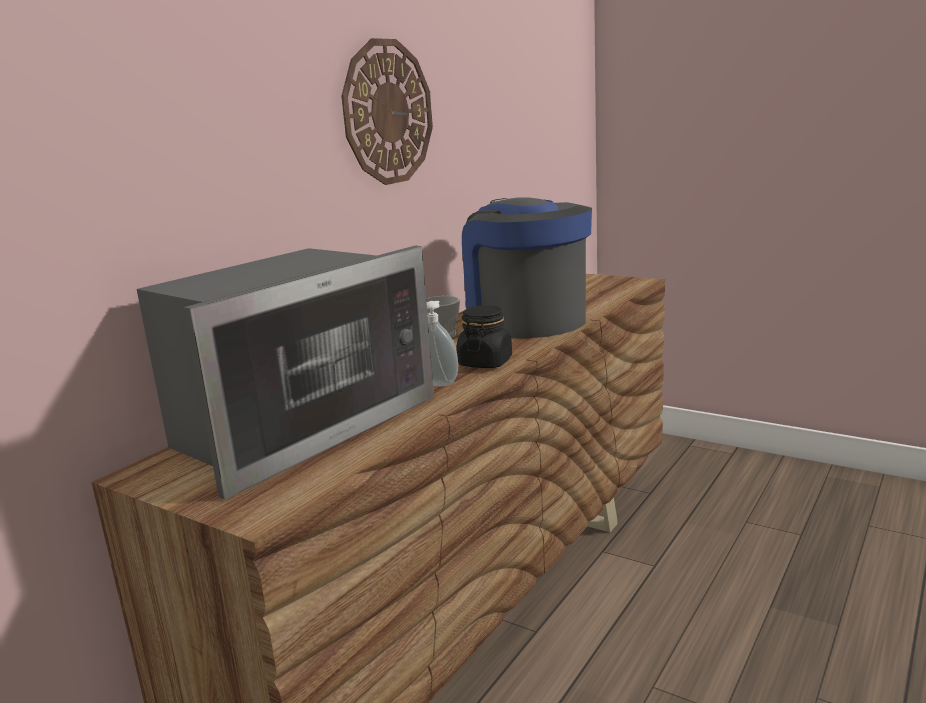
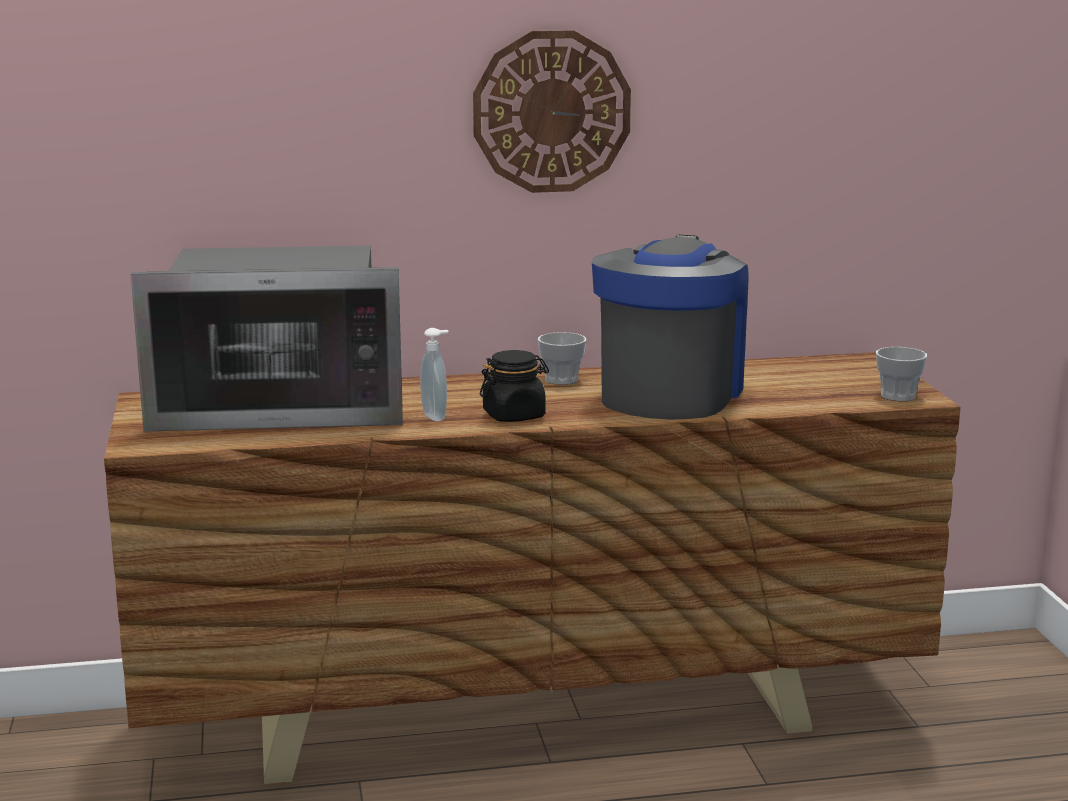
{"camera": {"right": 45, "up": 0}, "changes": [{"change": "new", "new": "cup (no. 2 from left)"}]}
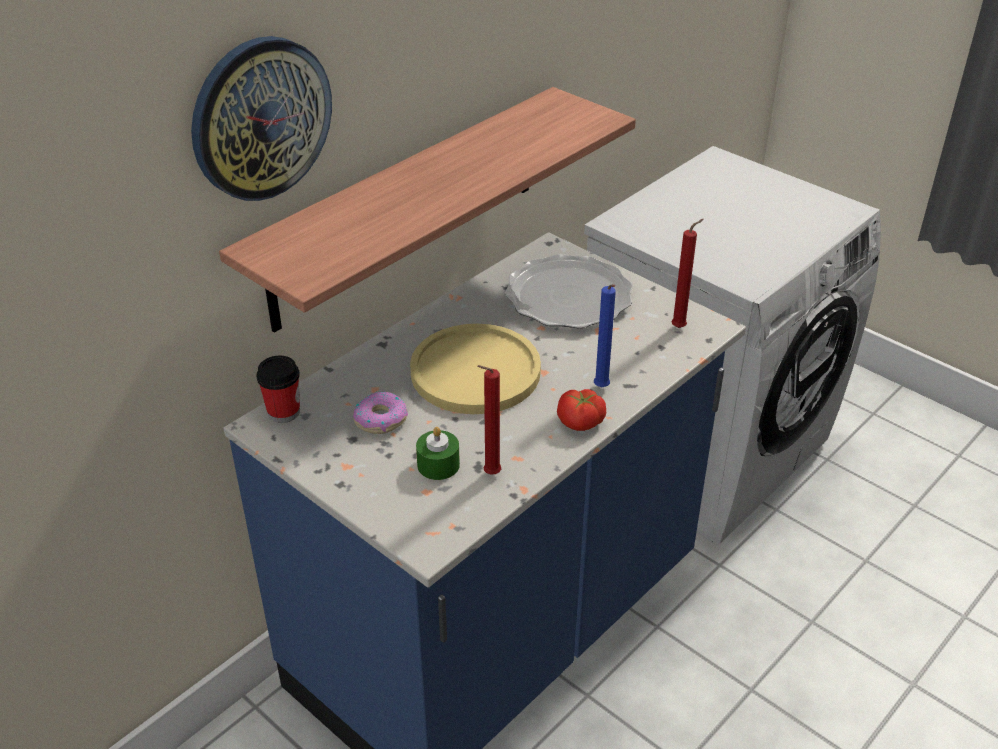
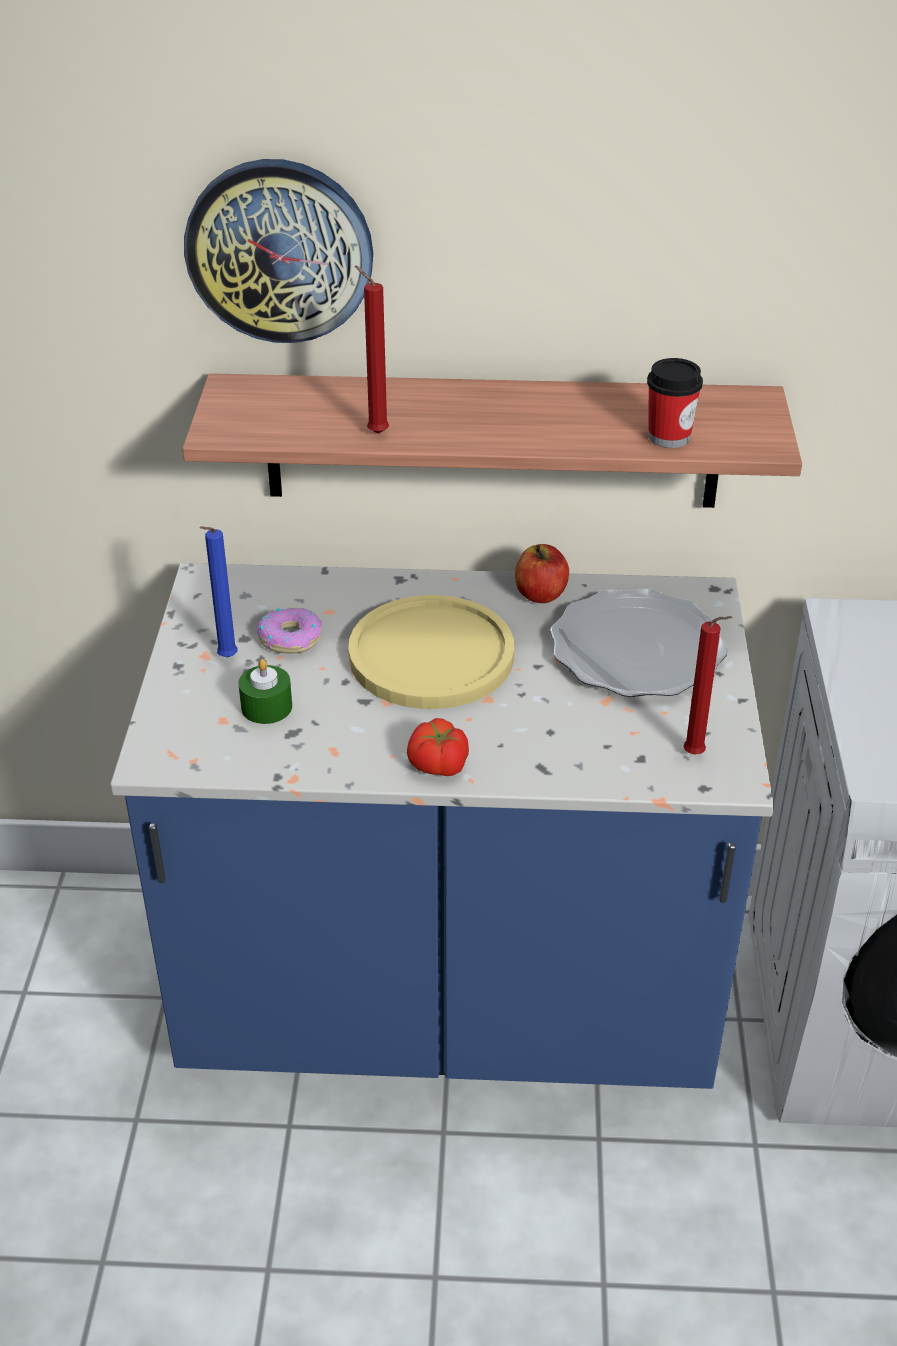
{"camera": {"right": 50, "up": 0}, "changes": [{"change": "new", "new": "apple"}, {"change": "shifted", "old": "cup"}, {"change": "shifted", "old": "red candle (no. 1 from left)"}, {"change": "shifted", "old": "blue candle"}]}
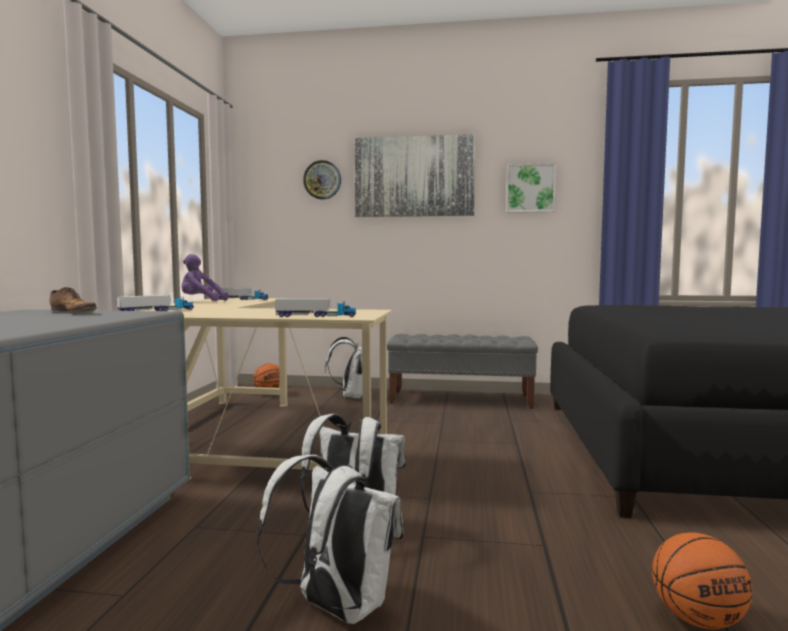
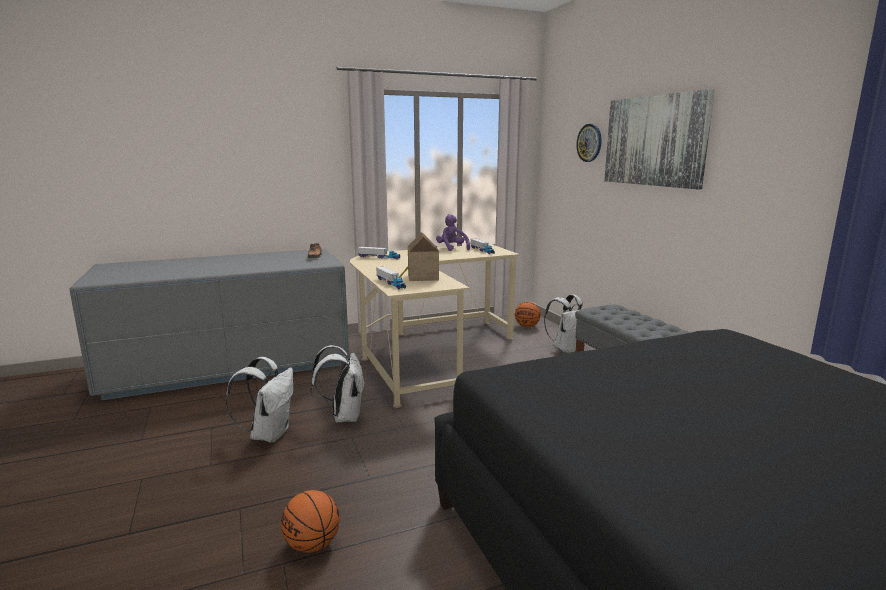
{"camera": {"right": 60, "up": 10}, "changes": [{"change": "gone", "old": "picture (no. 2 from left)"}, {"change": "new", "new": "toy house"}]}
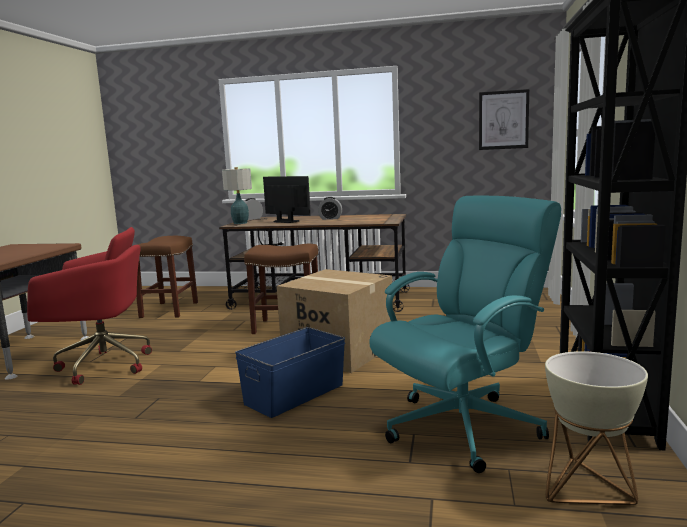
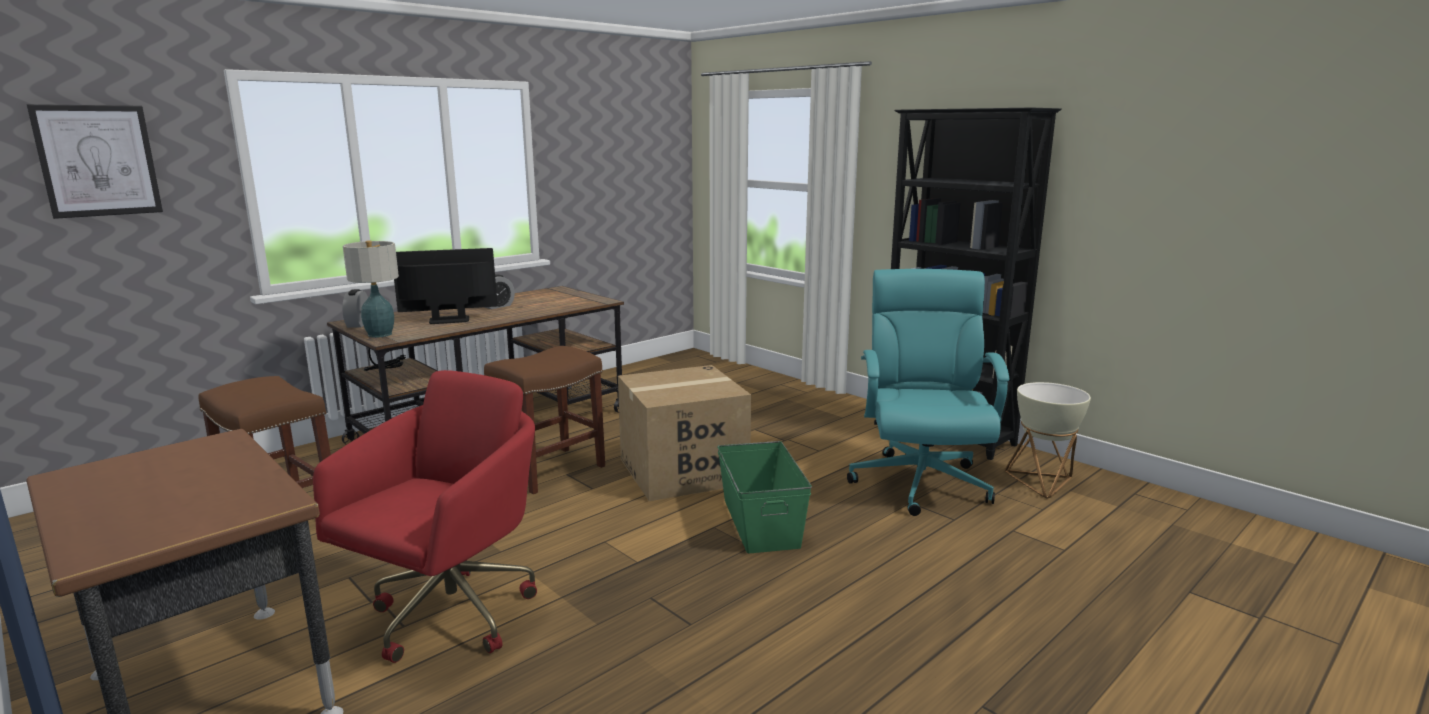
{"camera": {"right": -55, "up": 5}, "changes": [{"change": "shifted", "old": "picture"}, {"change": "repainted", "old": "blue storage box", "new": "green storage box"}]}
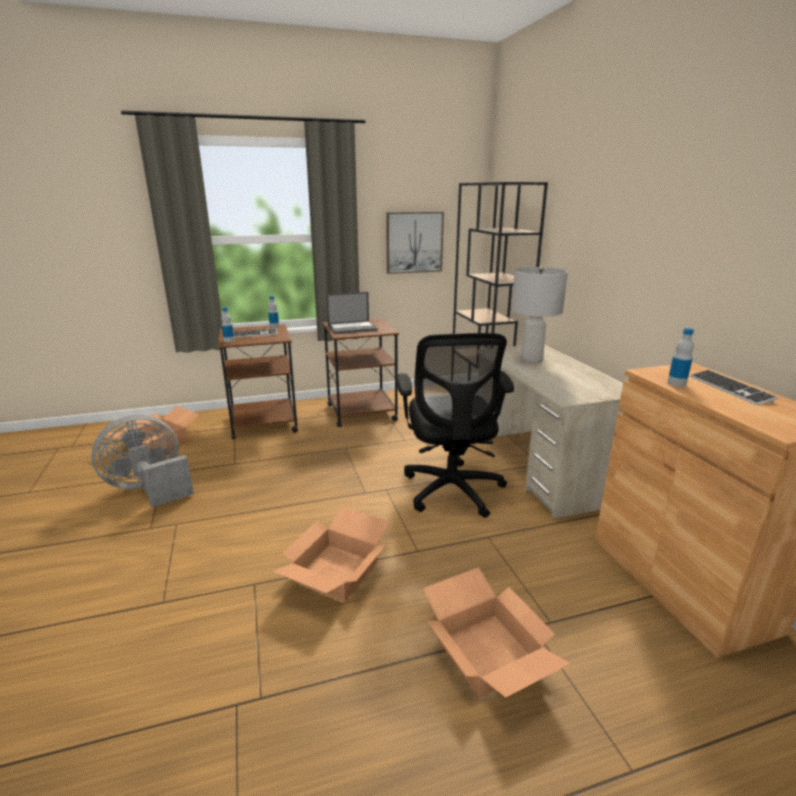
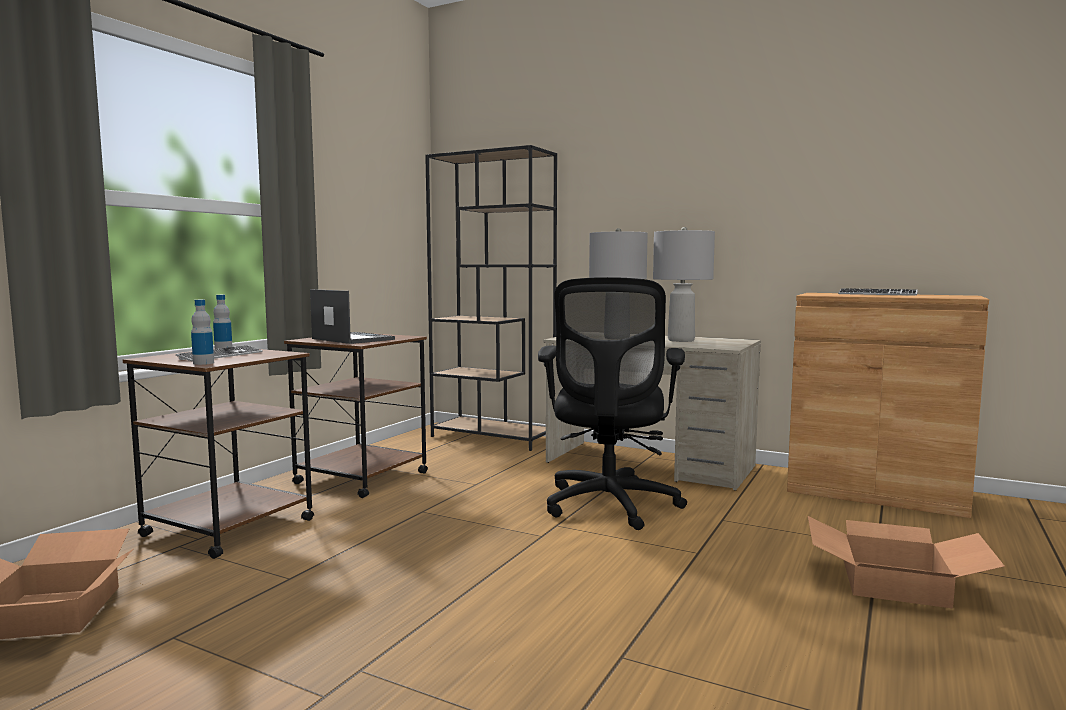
{"camera": {"right": -45, "up": -15}, "changes": [{"change": "gone", "old": "grey fan"}, {"change": "gone", "old": "cardboard box (no. 2 from left)"}, {"change": "gone", "old": "picture"}, {"change": "gone", "old": "bottle (no. 3 from left)"}, {"change": "new", "new": "grey table lamp (no. 2 from left)"}, {"change": "rotated", "old": "laptop", "degrees": -75}, {"change": "rotated", "old": "black office chair", "degrees": 60}]}
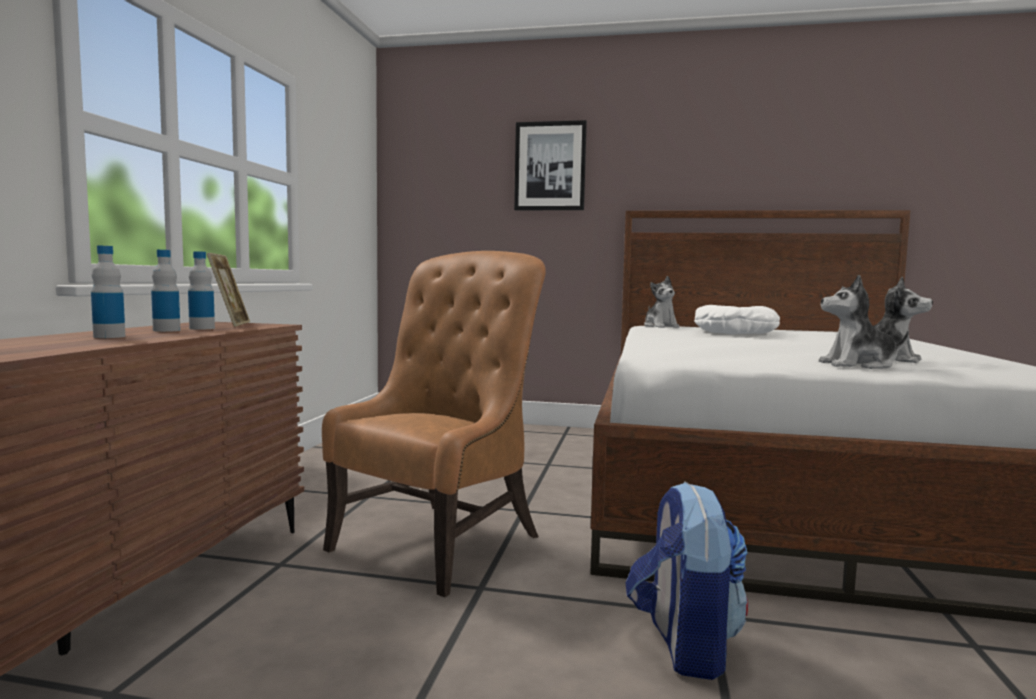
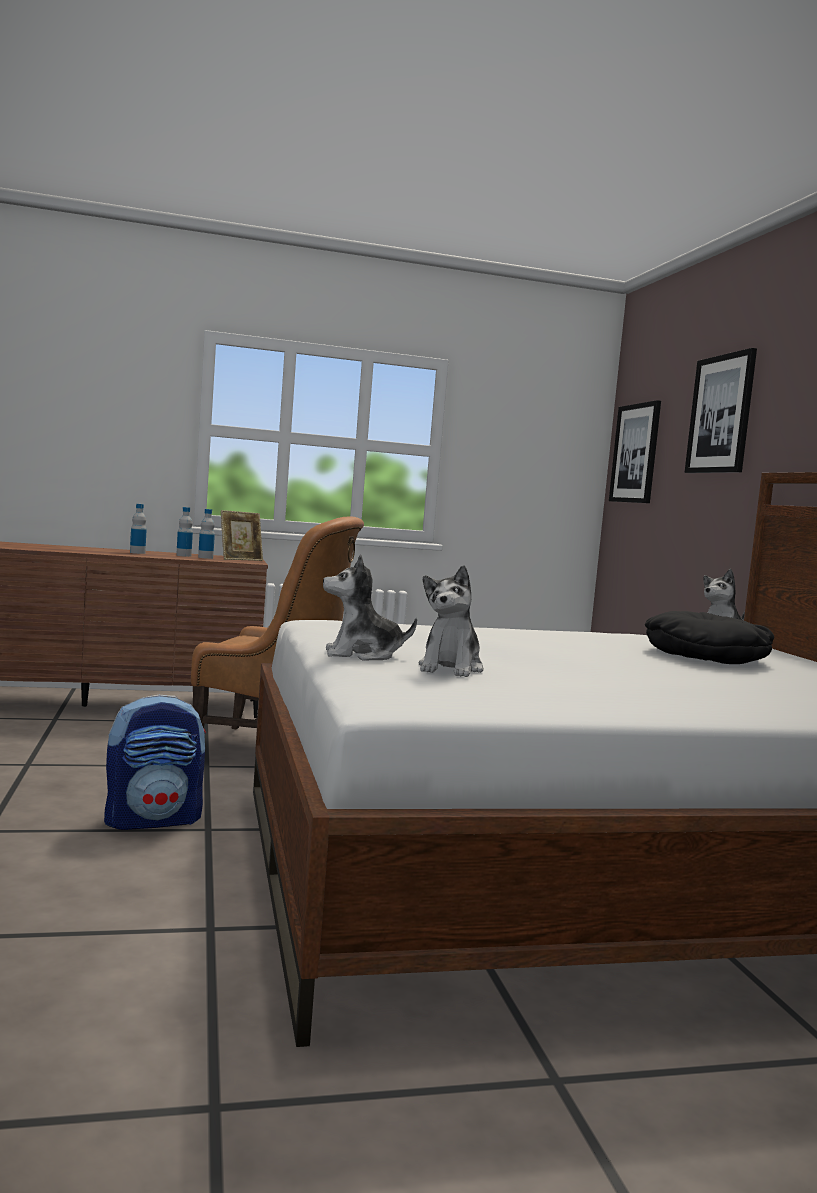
{"camera": {"right": 65, "up": 0}, "changes": [{"change": "new", "new": "picture (no. 1 from left)"}, {"change": "repainted", "old": "white pillow", "new": "black pillow"}, {"change": "rotated", "old": "plush toy (no. 2 from left in the first image)", "degrees": -75}]}
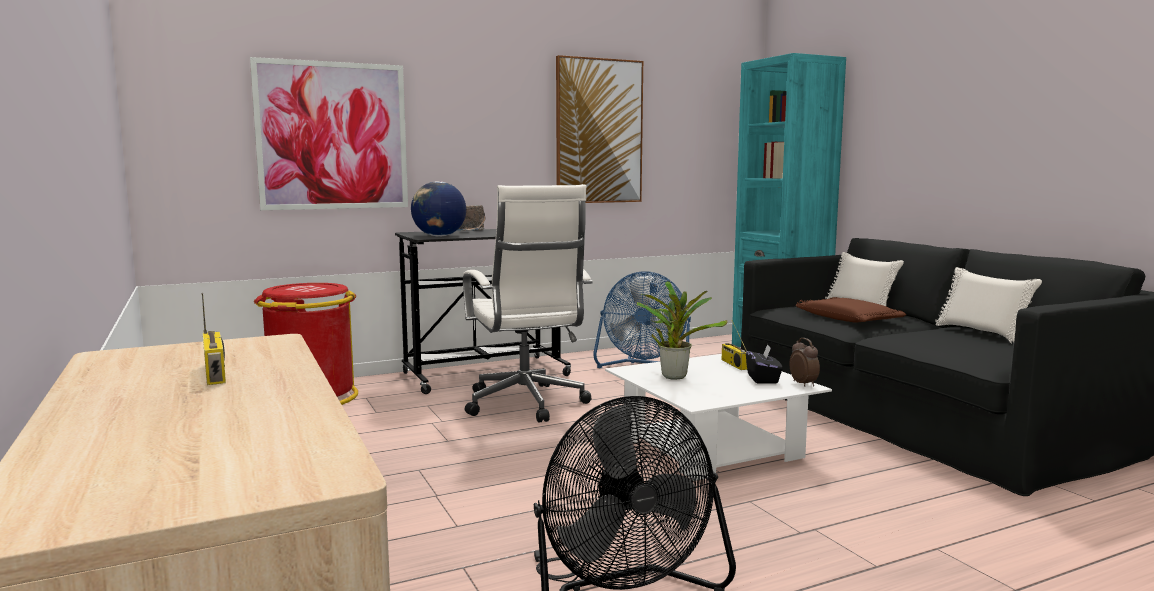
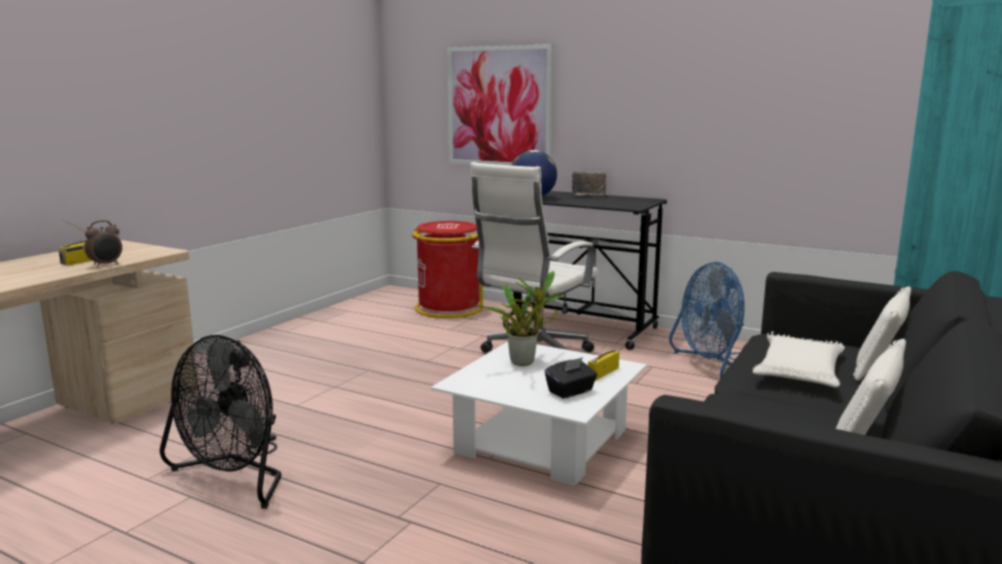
{"camera": {"right": 55, "up": 5}, "changes": [{"change": "gone", "old": "picture (no. 2 from left)"}, {"change": "shifted", "old": "alarm clock"}, {"change": "repainted", "old": "brown pillow", "new": "white pillow (no. 1 from left)"}]}
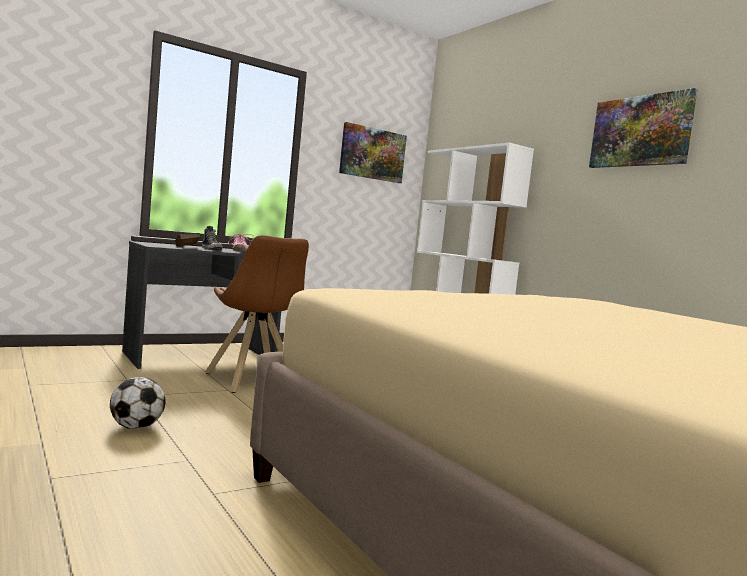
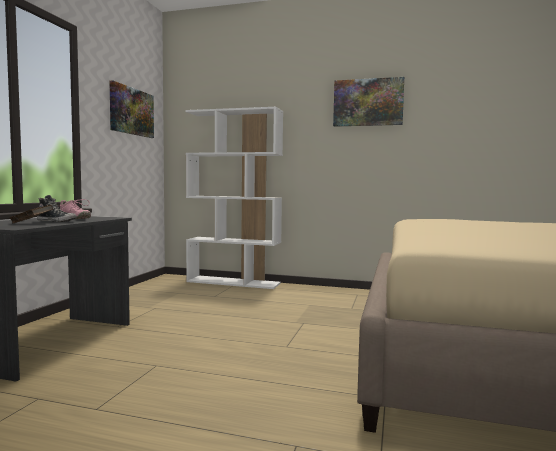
{"camera": {"right": -40, "up": 0}, "changes": [{"change": "gone", "old": "football"}, {"change": "gone", "old": "brown chair"}]}
